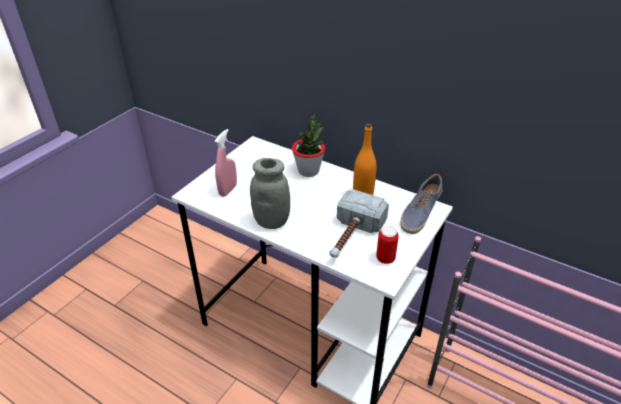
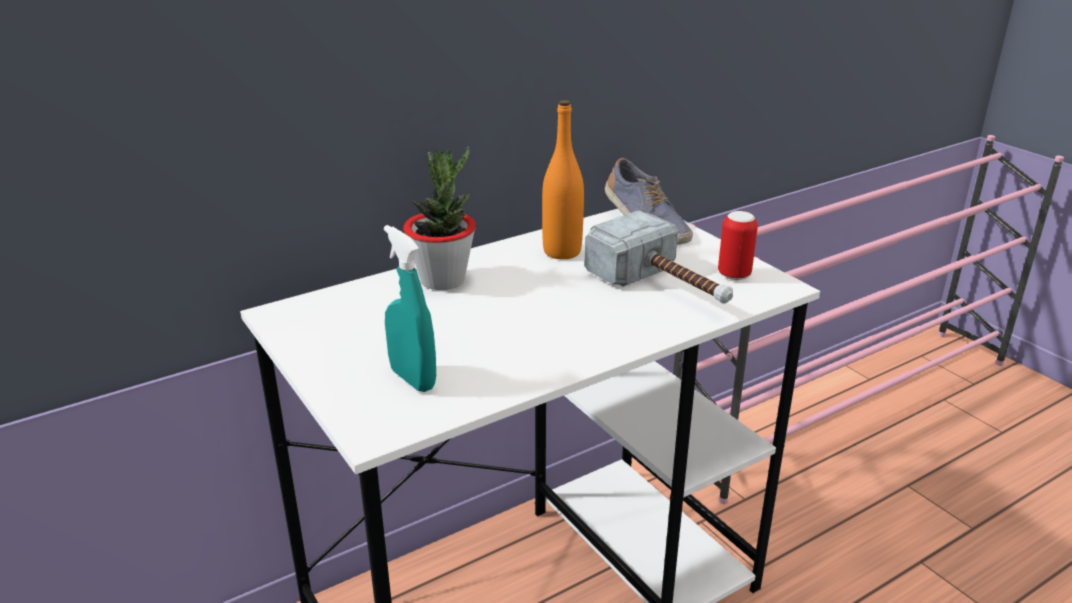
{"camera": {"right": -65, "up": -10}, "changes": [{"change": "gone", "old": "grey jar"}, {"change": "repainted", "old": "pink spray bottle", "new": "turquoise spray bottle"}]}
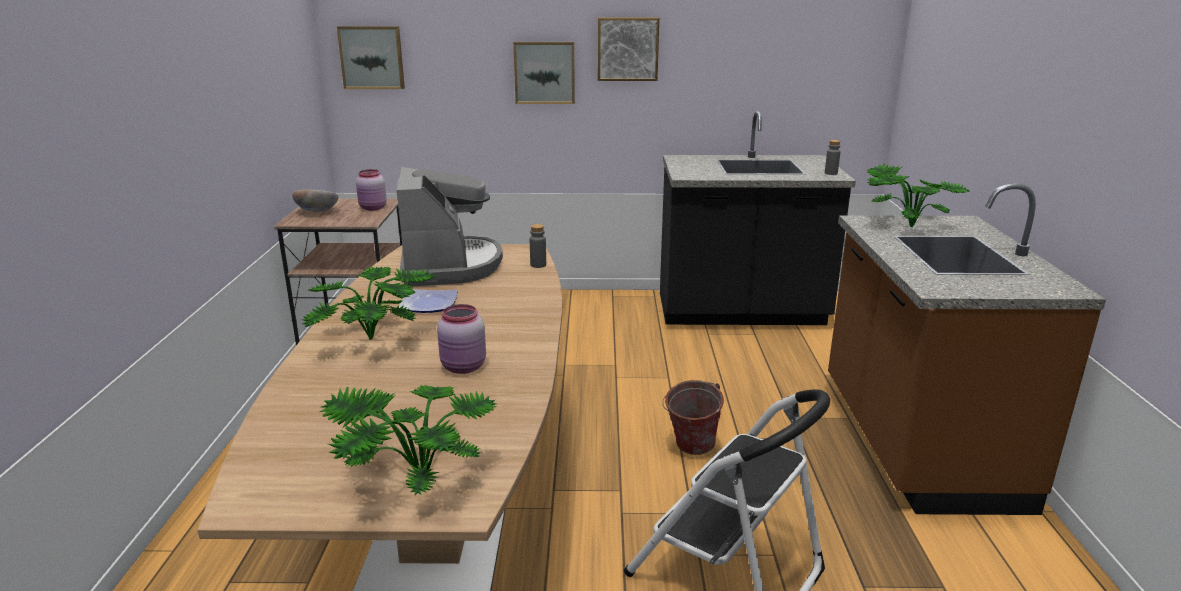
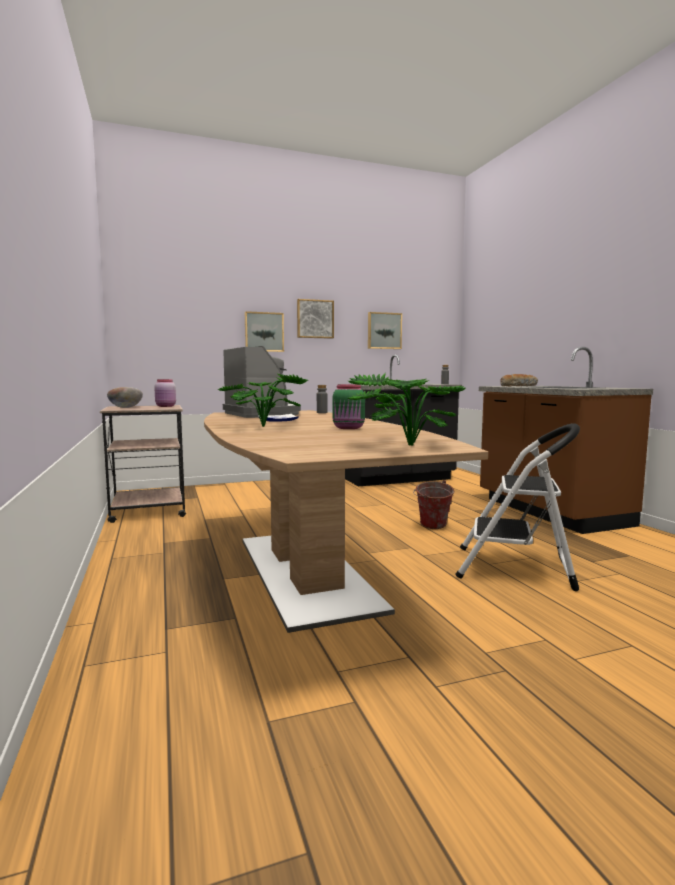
{"camera": {"right": -20, "up": -15}, "changes": [{"change": "shifted", "old": "picture (no. 1 from left in the first image)", "new": "picture (no. 3 from left)"}, {"change": "swapped", "old": "potted plant (no. 3 from left)", "new": "bread"}, {"change": "repainted", "old": "pink jar (no. 2 from left)", "new": "green jar"}]}
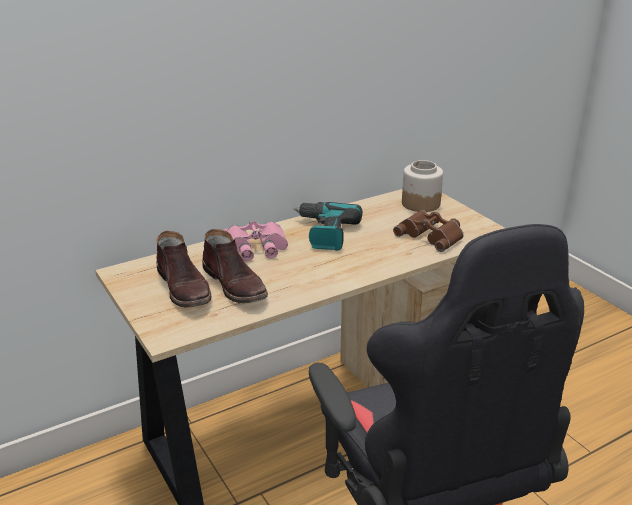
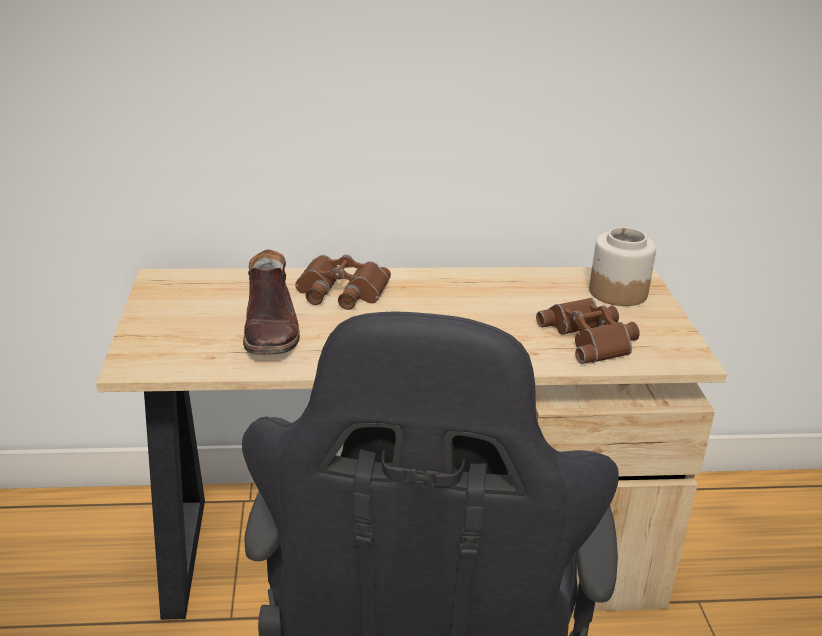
{"camera": {"right": 25, "up": 0}, "changes": [{"change": "gone", "old": "brown boot (no. 1 from left)"}, {"change": "gone", "old": "power drill"}, {"change": "repainted", "old": "pink binoculars", "new": "brown binoculars (no. 1 from left)"}]}
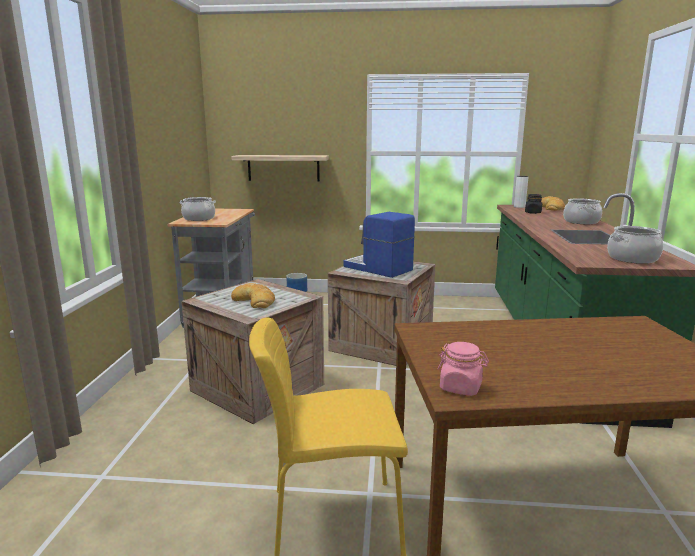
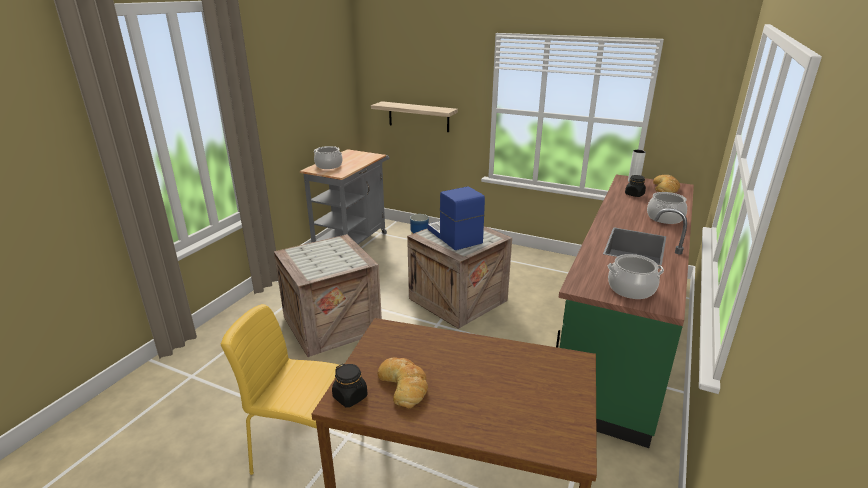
{"camera": {"right": 20, "up": 10}, "changes": [{"change": "shifted", "old": "bread (no. 1 from left)"}, {"change": "repainted", "old": "pink jar", "new": "black jar (no. 1 from left)"}]}
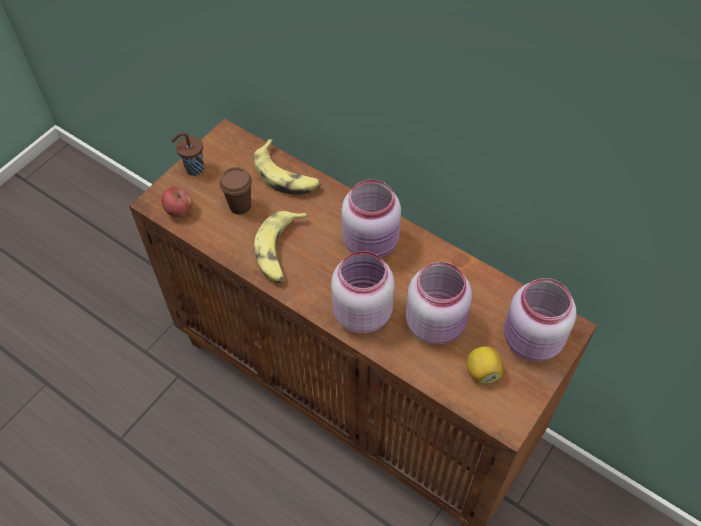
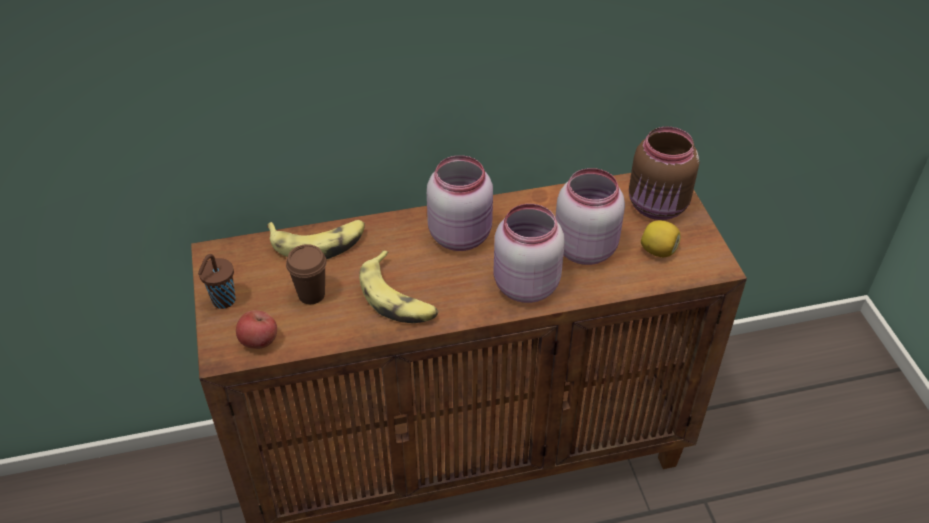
{"camera": {"right": -50, "up": -10}, "changes": [{"change": "repainted", "old": "pink jar (no. 4 from left)", "new": "brown jar"}]}
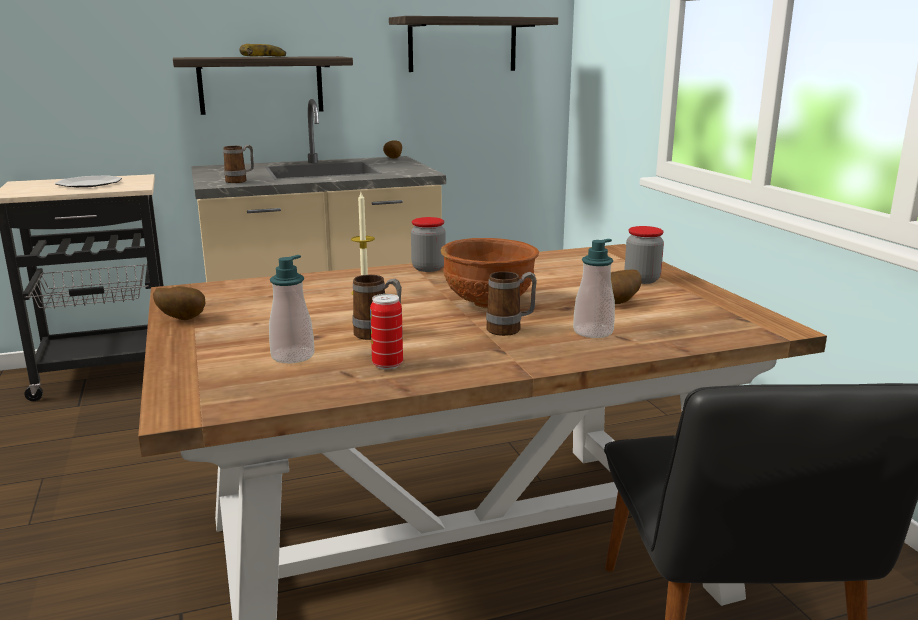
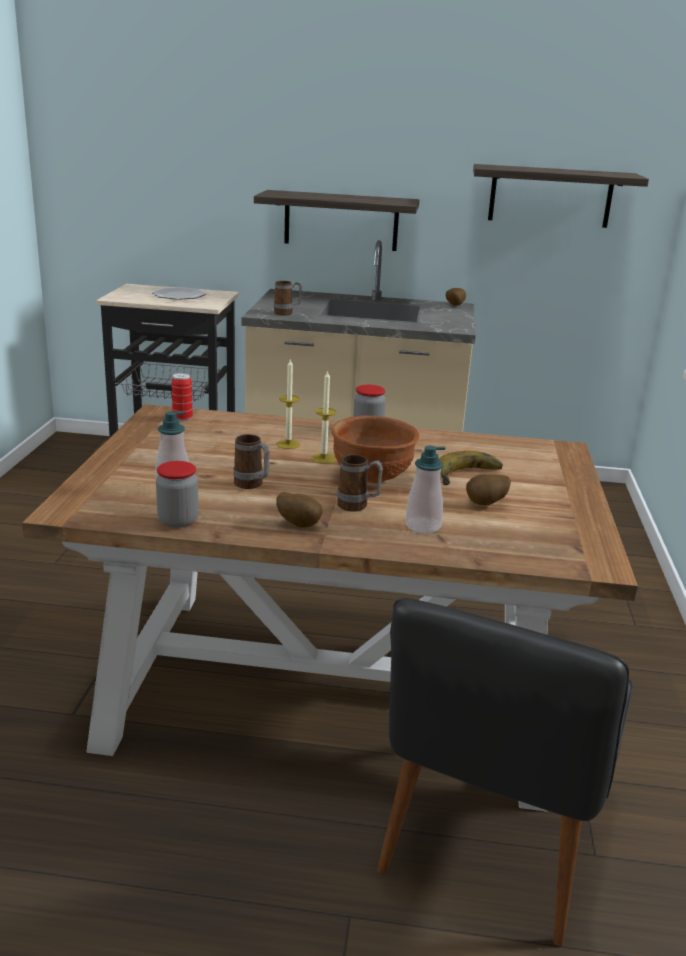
{"camera": {"right": 25, "up": 5}, "changes": [{"change": "new", "new": "candle (no. 2 from left)"}, {"change": "shifted", "old": "potato (no. 1 from left)"}, {"change": "shifted", "old": "banana"}, {"change": "shifted", "old": "can"}, {"change": "shifted", "old": "jar (no. 2 from left in the first image)", "new": "jar (no. 1 from left)"}]}
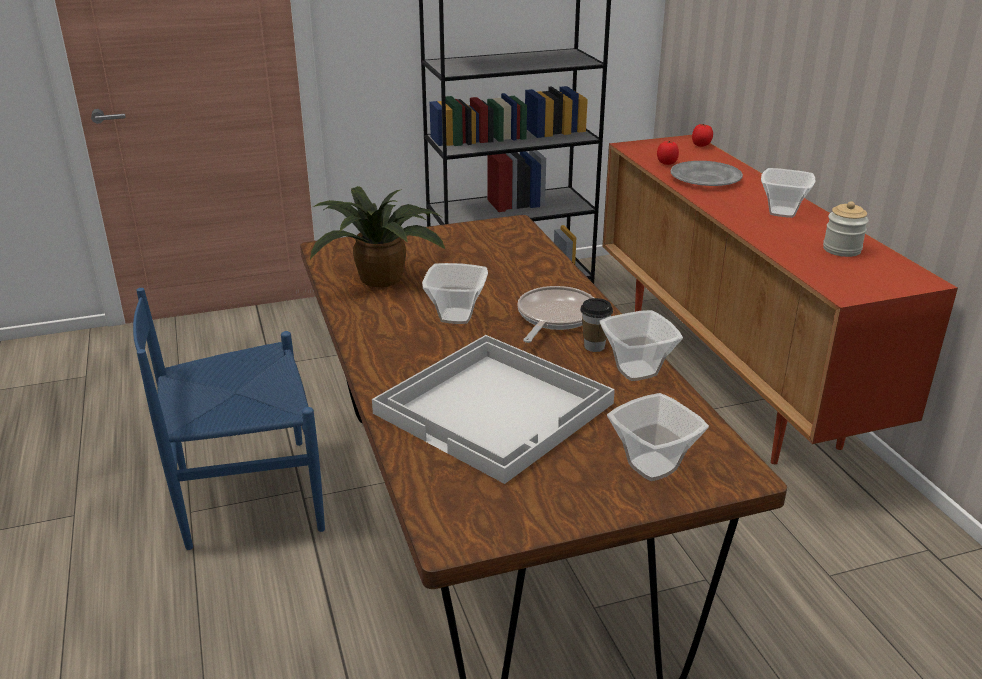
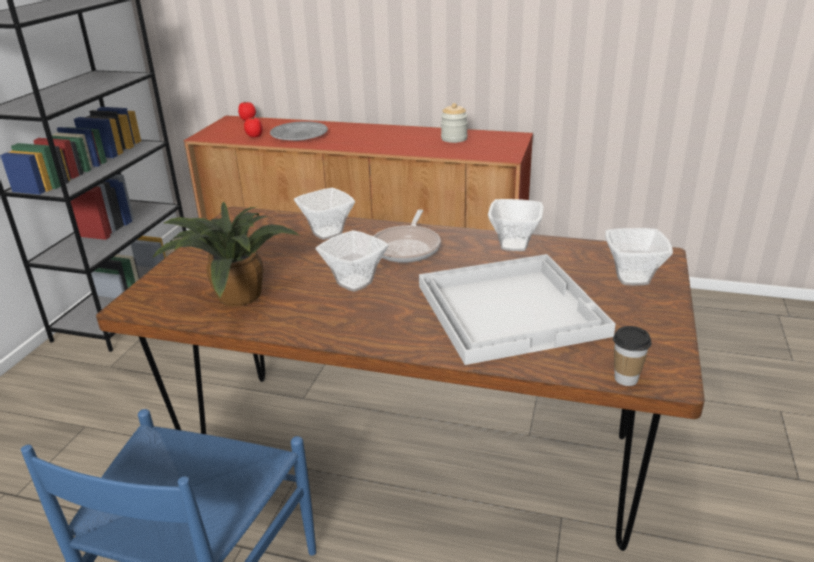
{"camera": {"right": -55, "up": 0}, "changes": [{"change": "shifted", "old": "cup"}, {"change": "shifted", "old": "bowl (no. 4 from left in the first image)", "new": "bowl (no. 1 from left)"}, {"change": "rotated", "old": "frying pan", "degrees": -135}]}
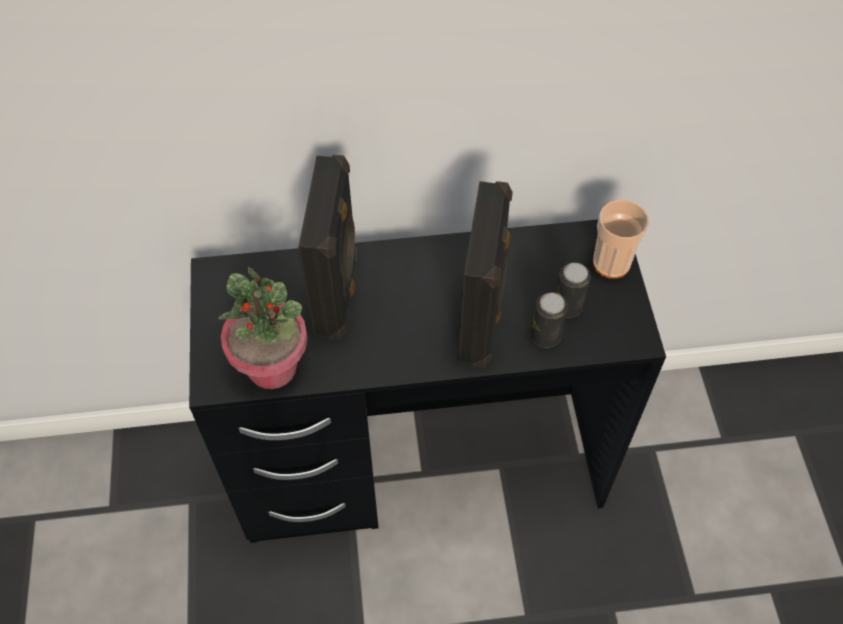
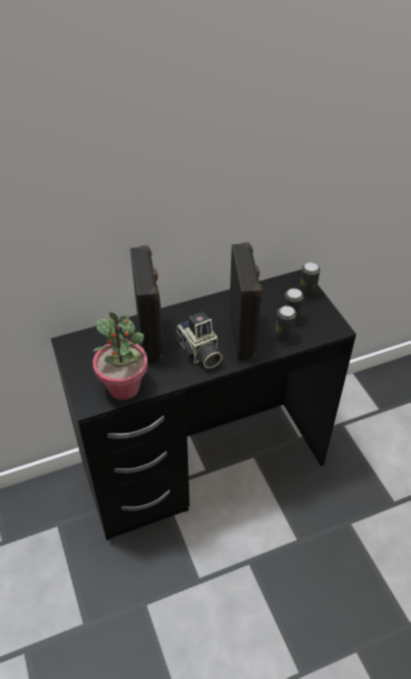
{"camera": {"right": -15, "up": -10}, "changes": [{"change": "new", "new": "photo camera"}, {"change": "swapped", "old": "cup", "new": "can (no. 3 from left)"}]}
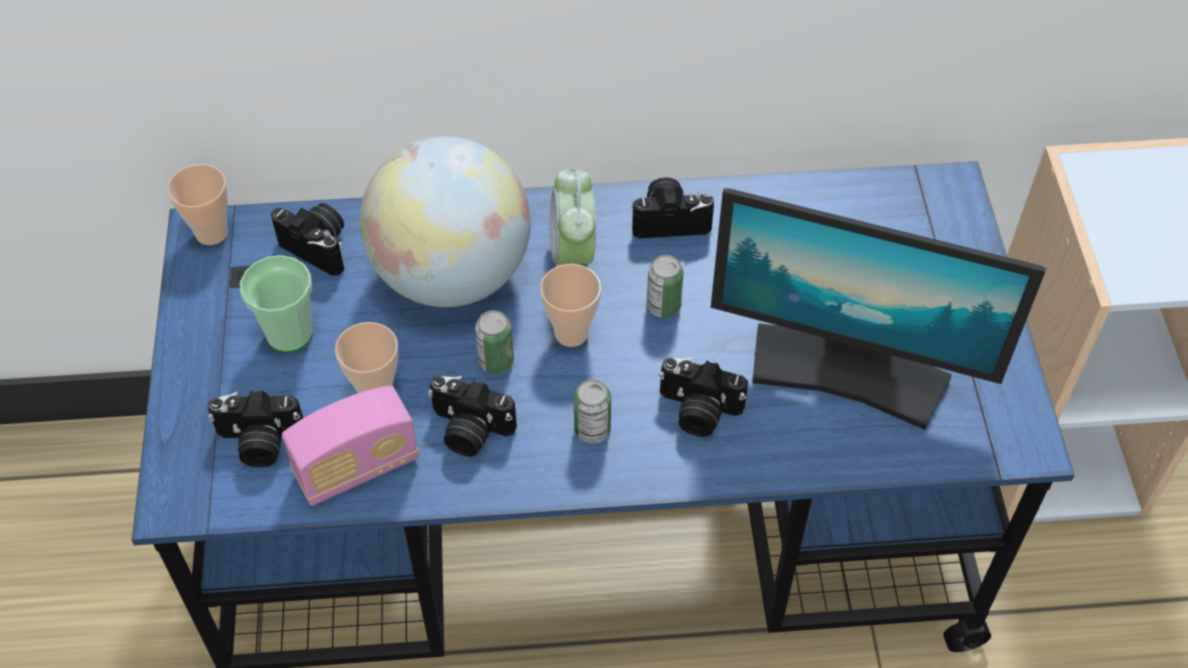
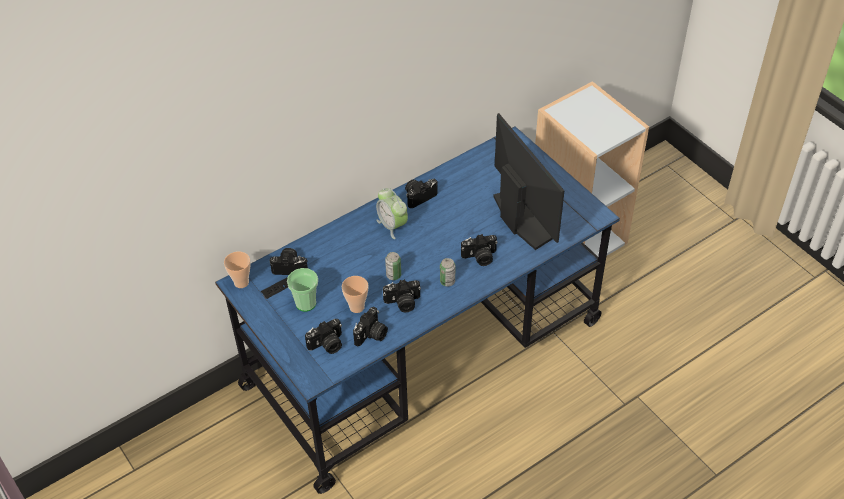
{"camera": {"right": -30, "up": -5}, "changes": [{"change": "gone", "old": "globe"}, {"change": "gone", "old": "cup (no. 4 from left)"}, {"change": "gone", "old": "can (no. 3 from left)"}, {"change": "swapped", "old": "radio", "new": "photo camera (no. 3 from left)"}, {"change": "rotated", "old": "monitor", "degrees": -105}]}
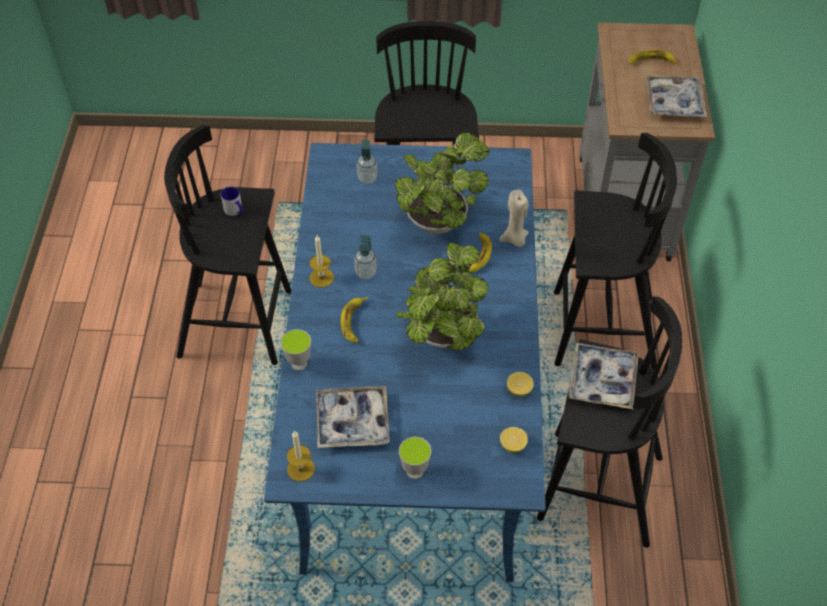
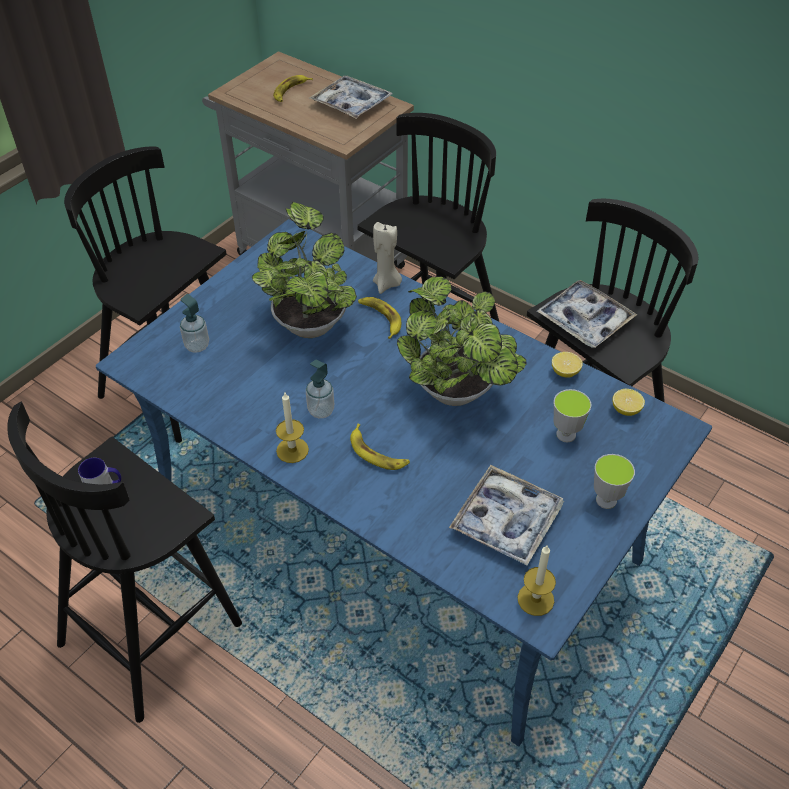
{"camera": {"right": -55, "up": -5}, "changes": [{"change": "shifted", "old": "cup (no. 1 from left)"}]}
